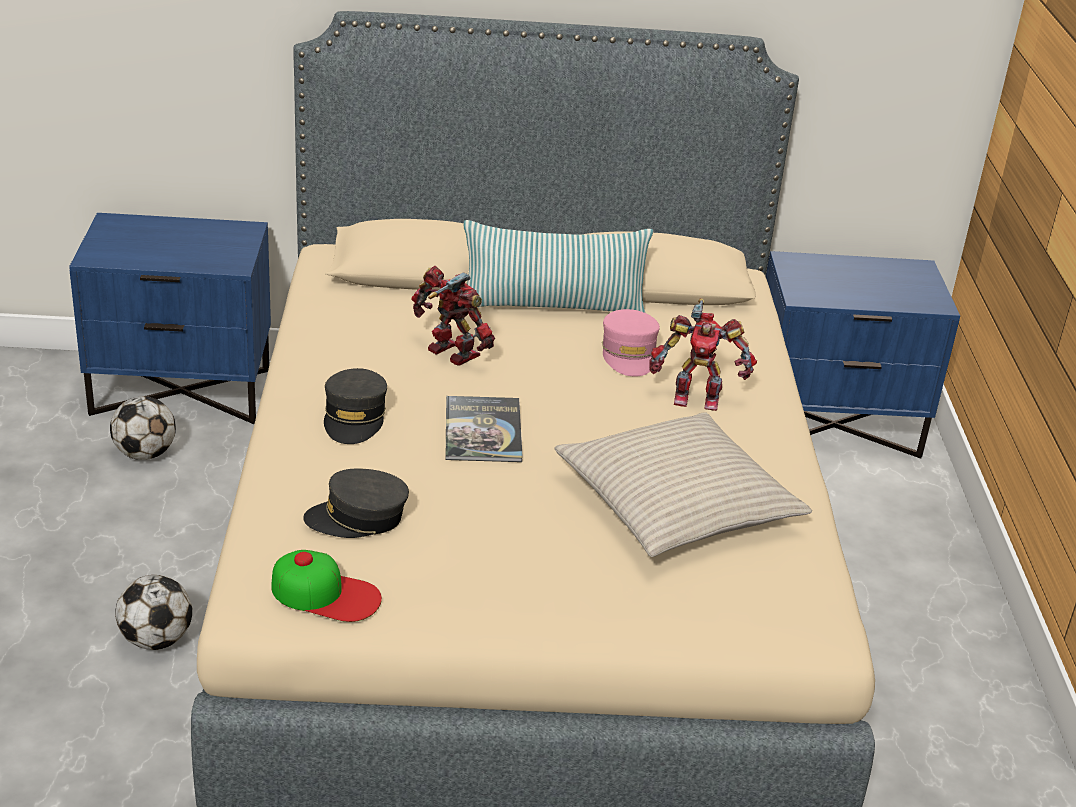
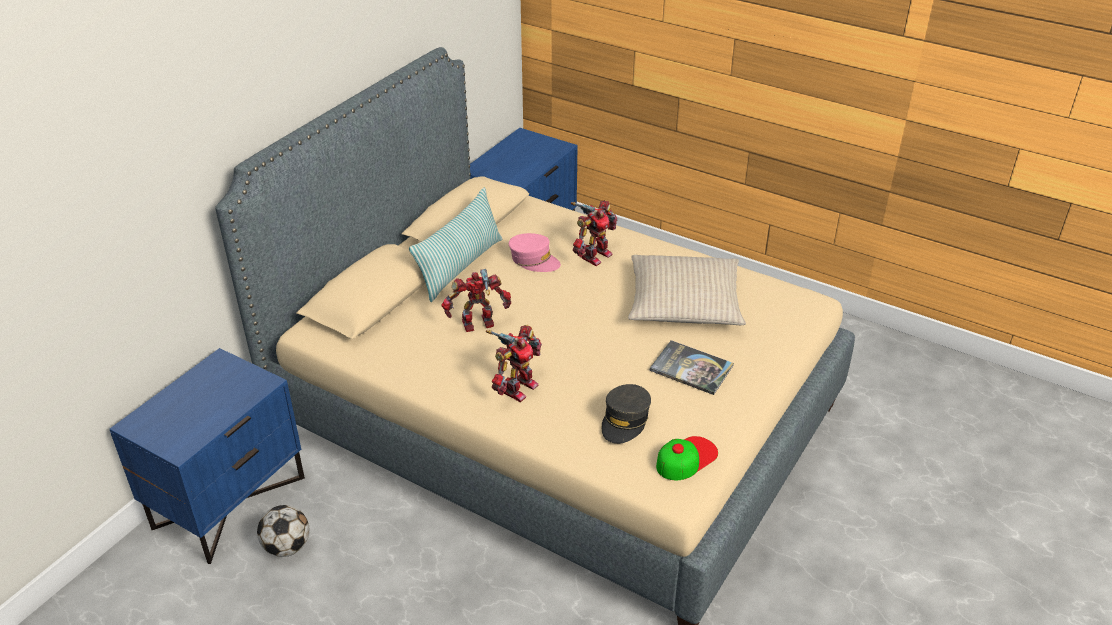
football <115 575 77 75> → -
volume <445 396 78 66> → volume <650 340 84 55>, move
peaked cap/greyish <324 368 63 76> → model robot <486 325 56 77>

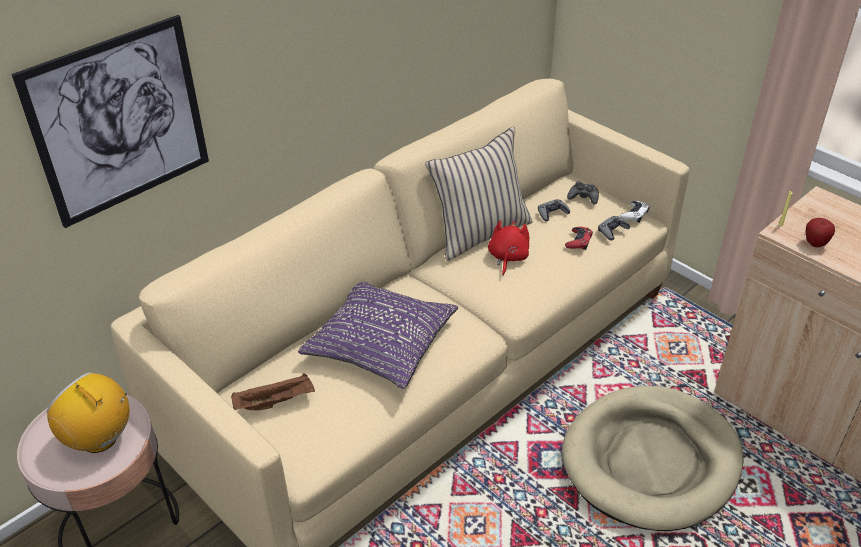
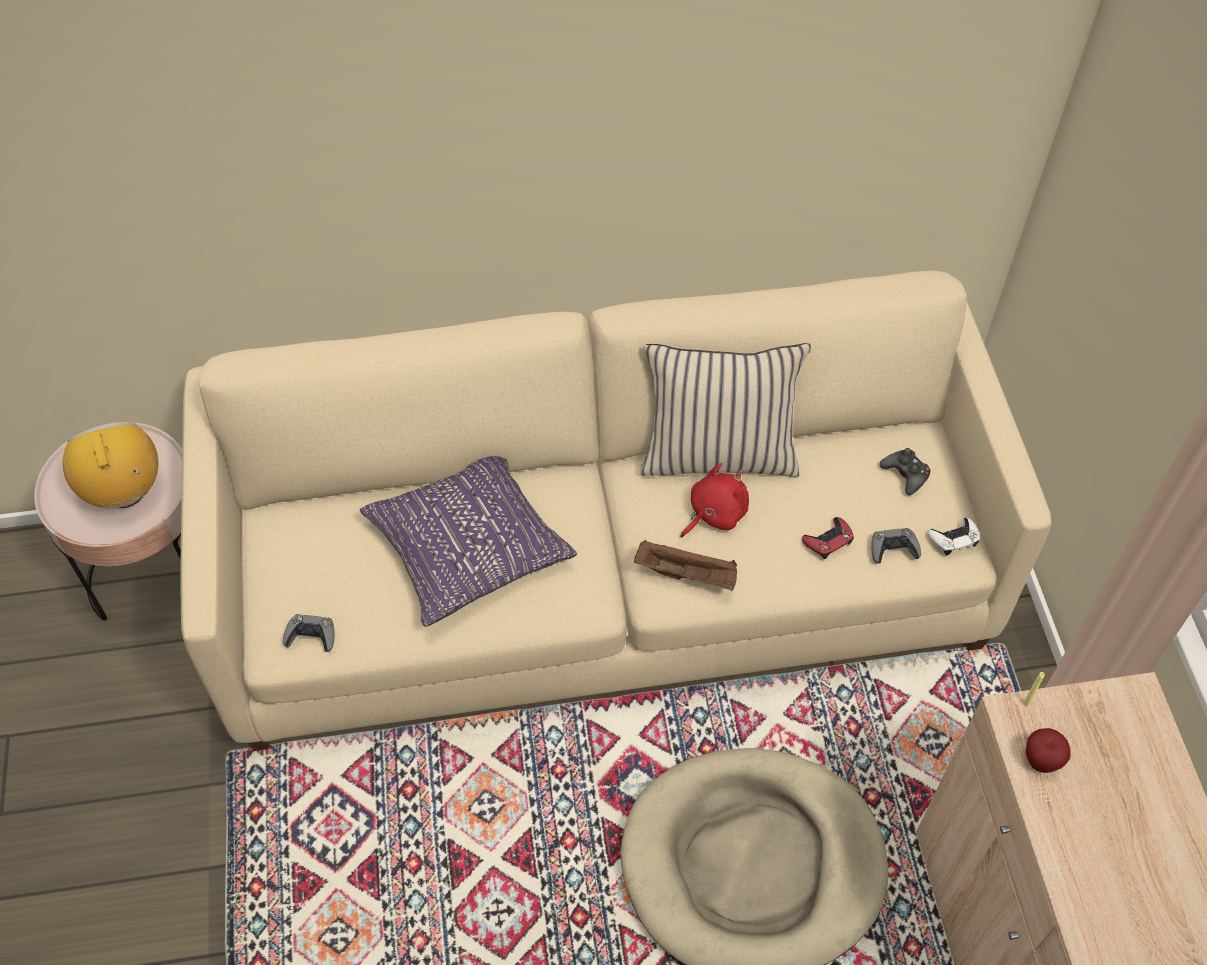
wall art <12 15 197 213> → -
serving tray/brown-coloured <231 373 84 37> → serving tray/brown-coloured <634 540 103 51>, move
gamepad/greyish <538 199 32 23> → gamepad/greyish <283 614 51 38>, move

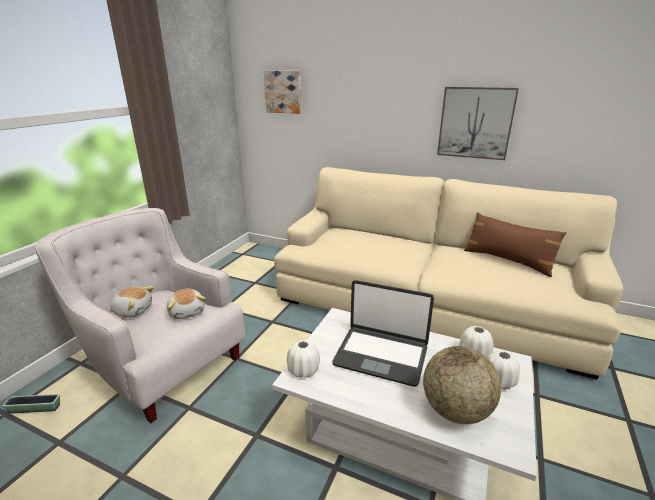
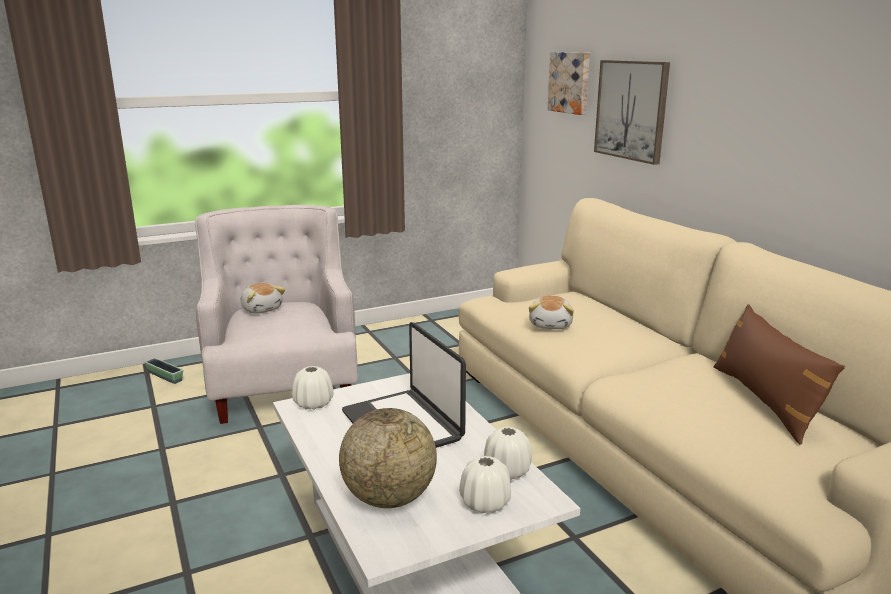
soft toy <167 289 38 30> → soft toy <529 296 45 33>, move
wall art <437 87 82 73> → wall art <594 60 76 105>, move

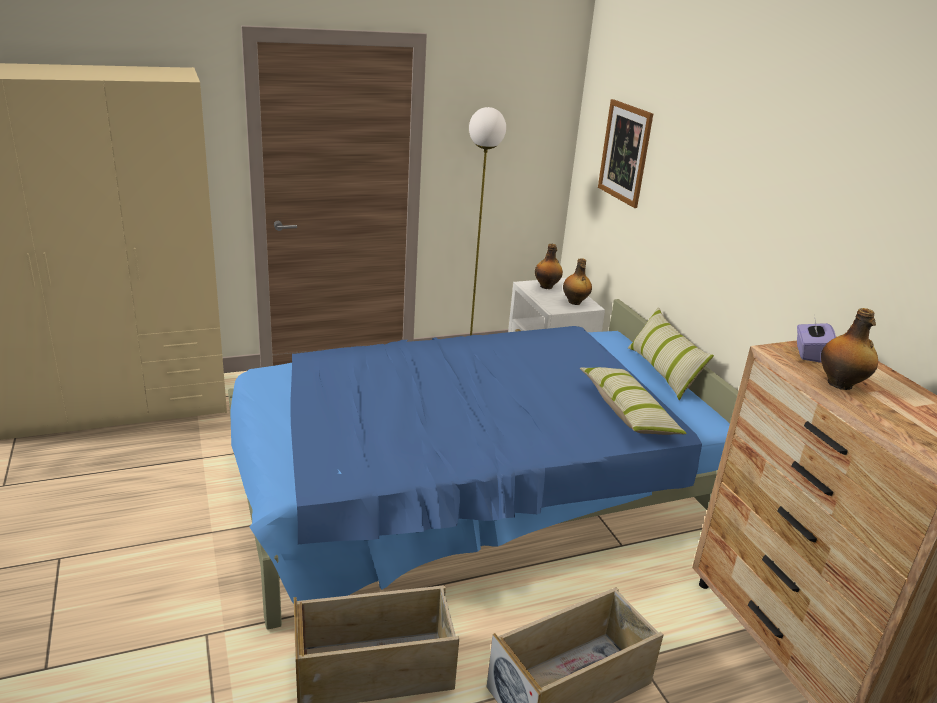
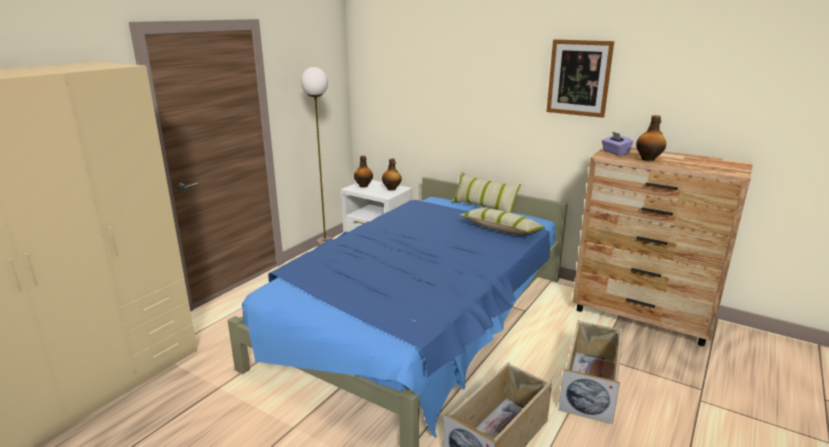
wall art <598 99 55 109> → wall art <547 39 67 79>, move

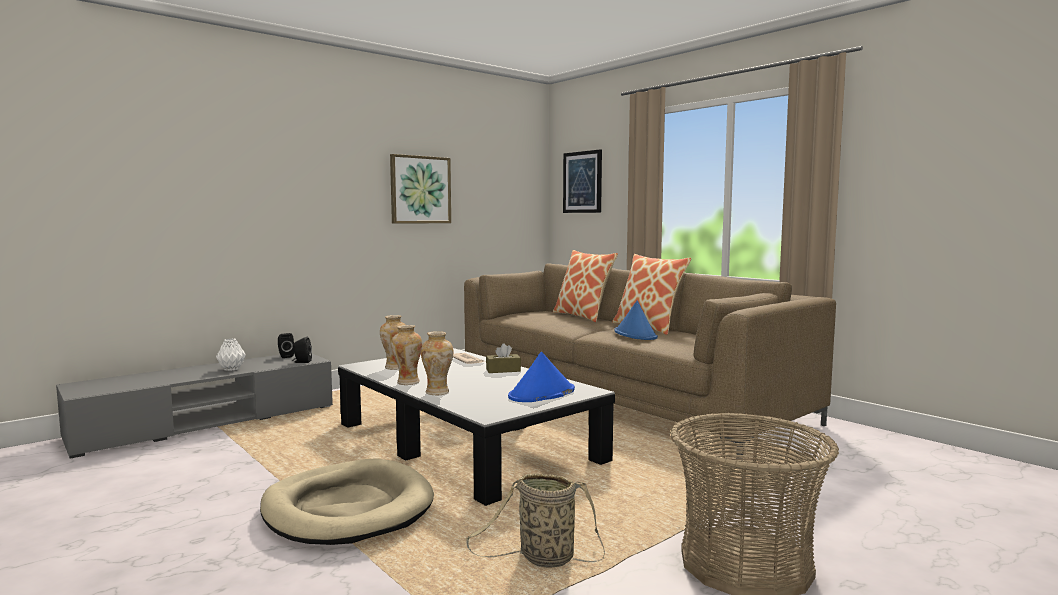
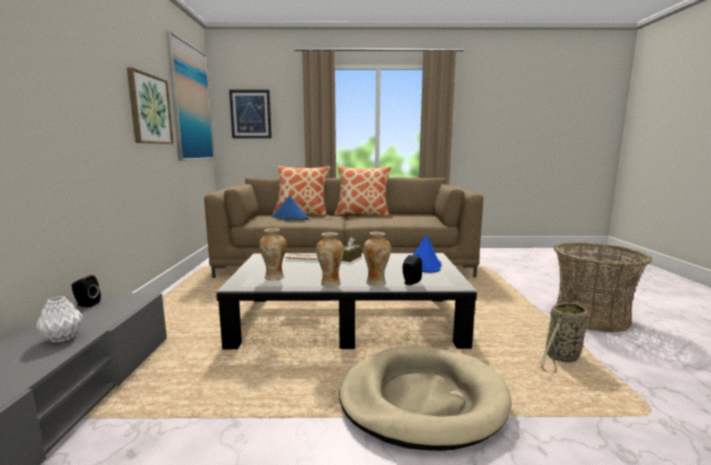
- → wall art <166 31 49 130>
audio speaker/black-coloured <293 337 19 26> → audio speaker/black-coloured <403 255 19 30>, move
wearable hat/blue-coloured <614 301 44 39> → wearable hat/blue-coloured <271 196 38 24>, move

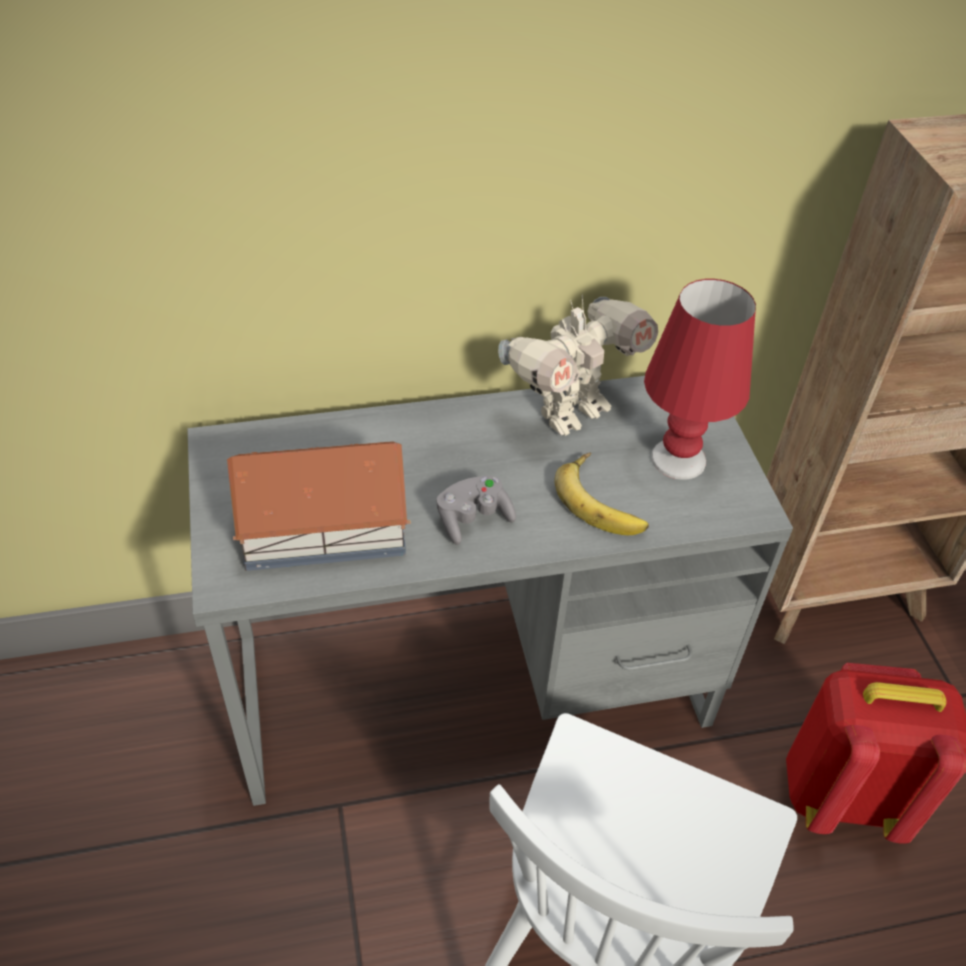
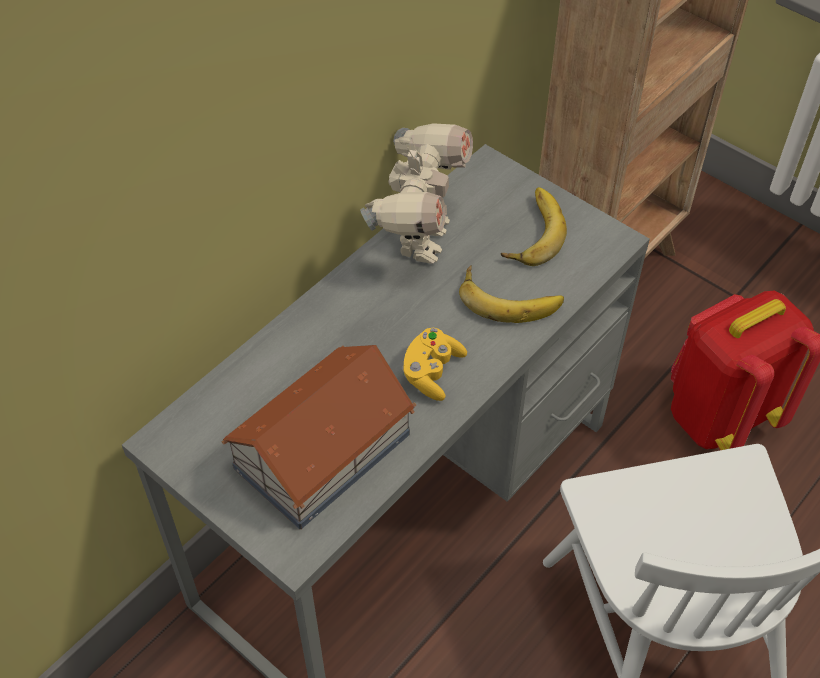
table lamp/red <644 279 112 201> → whole banana <501 187 66 79>
gamepad/greyish <436 475 80 70> → gamepad/yellow <402 328 65 73>

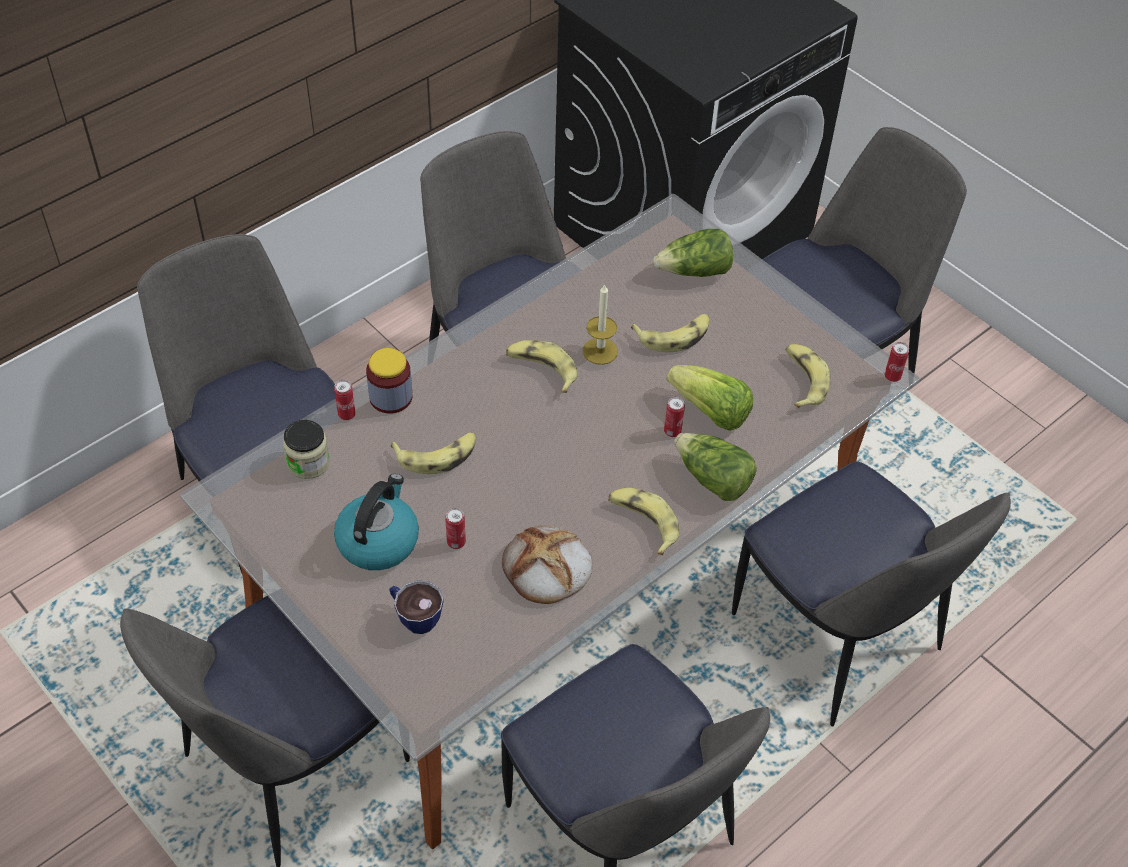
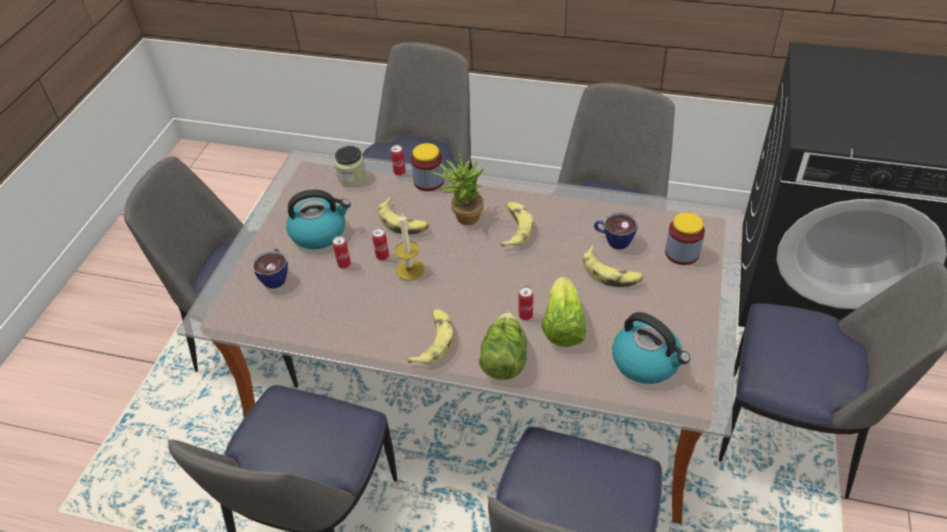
bakery bread <502 525 90 79> → -
- → houseplant <431 151 54 74>
- → small cup <594 212 44 37>
wax candle <583 283 35 82> → wax candle <395 214 29 67>, move
metal can <884 342 25 40> → metal can <372 228 17 32>, move
lettuce head <653 229 80 48> → preserve jar <665 212 40 53>
whole banana <785 344 45 64> → water kettle <612 312 78 72>

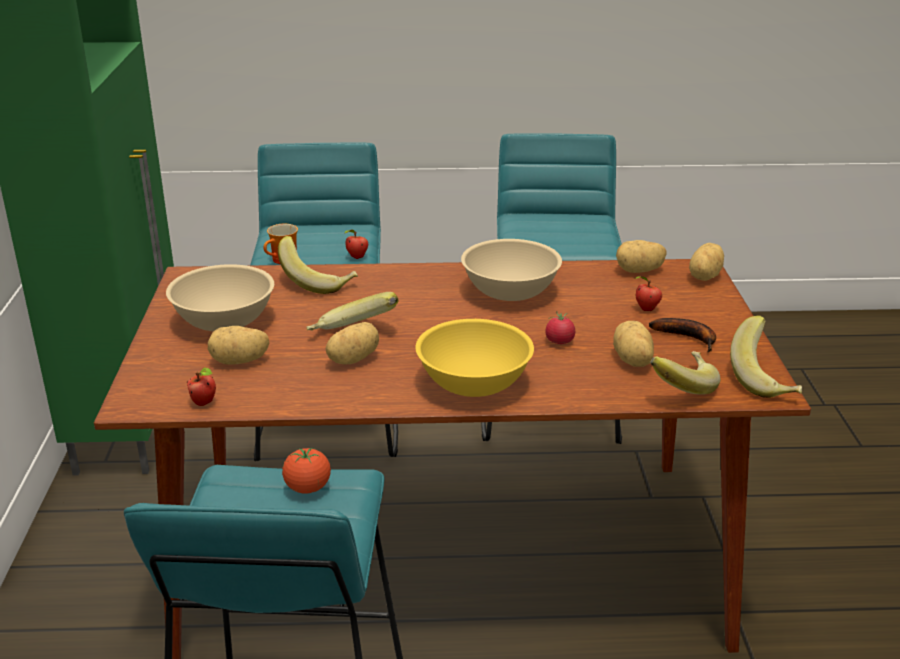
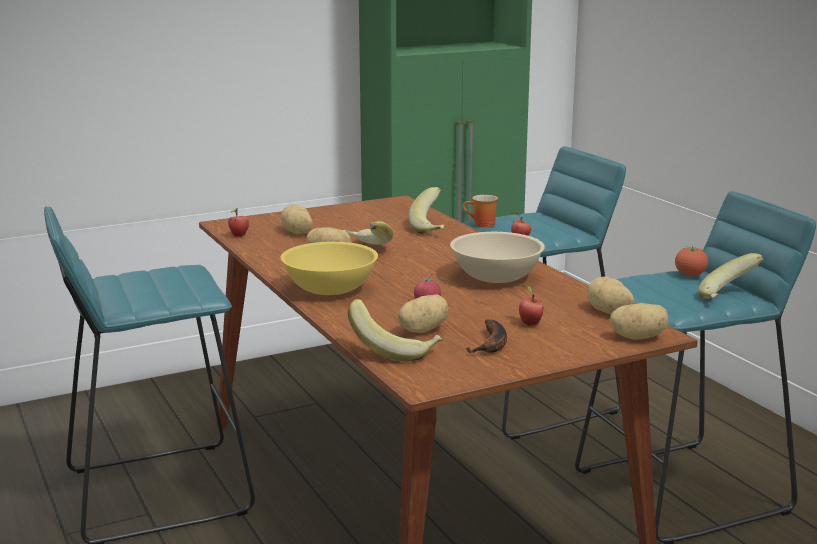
serving bowl/beige-coloured <166 264 108 67> → -
fresh tomato <282 448 49 46> → fresh tomato <675 246 33 30>, move
whole banana <730 315 72 83> → whole banana <698 253 65 46>, move

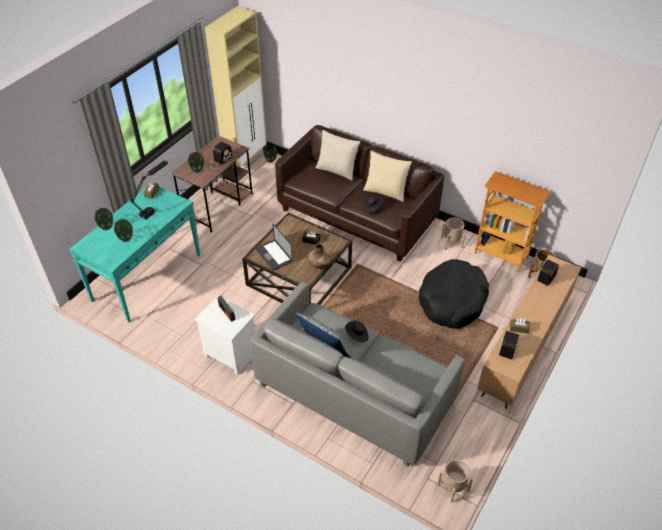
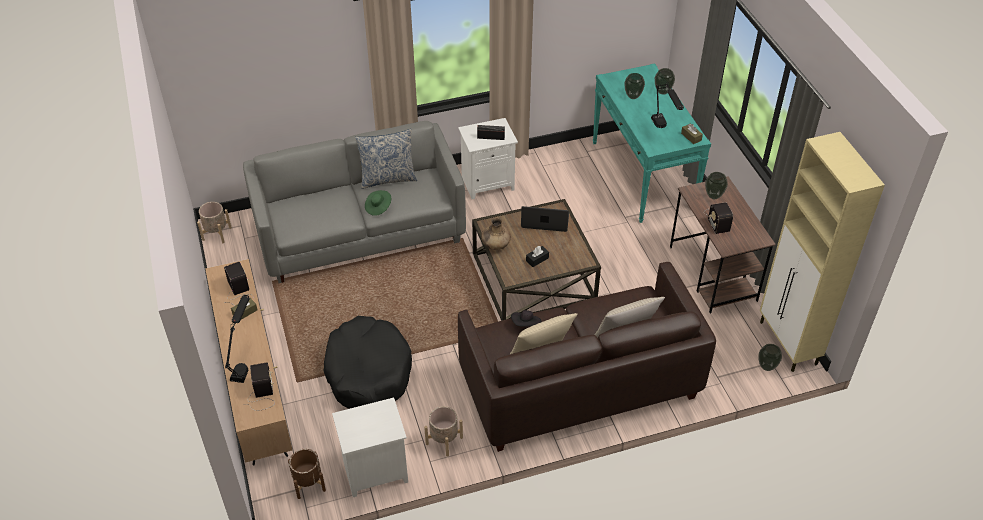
- → table lamp/black-coloured <225 295 25 88>
bookcase <474 171 77 101> → nightstand/white-coloured <332 398 76 99>
wearable hat/black-coloured <345 320 23 22> → wearable hat/greenish <365 190 26 26>

